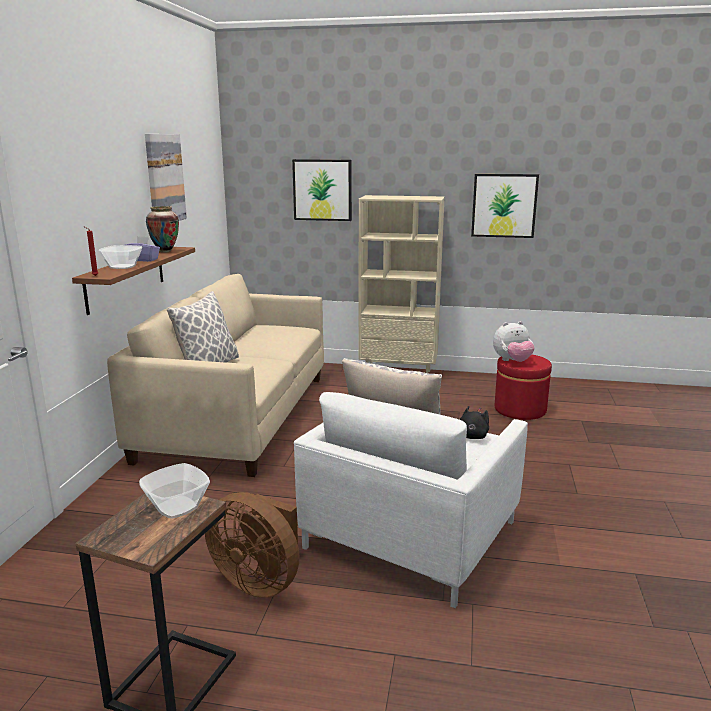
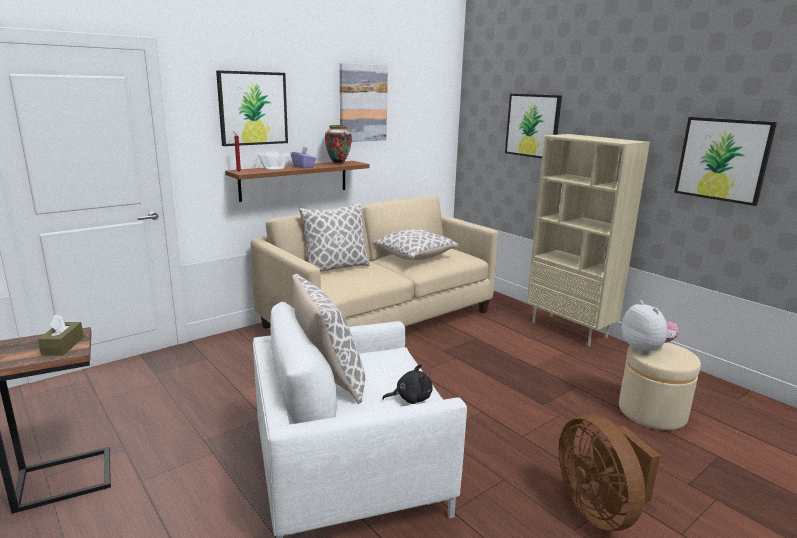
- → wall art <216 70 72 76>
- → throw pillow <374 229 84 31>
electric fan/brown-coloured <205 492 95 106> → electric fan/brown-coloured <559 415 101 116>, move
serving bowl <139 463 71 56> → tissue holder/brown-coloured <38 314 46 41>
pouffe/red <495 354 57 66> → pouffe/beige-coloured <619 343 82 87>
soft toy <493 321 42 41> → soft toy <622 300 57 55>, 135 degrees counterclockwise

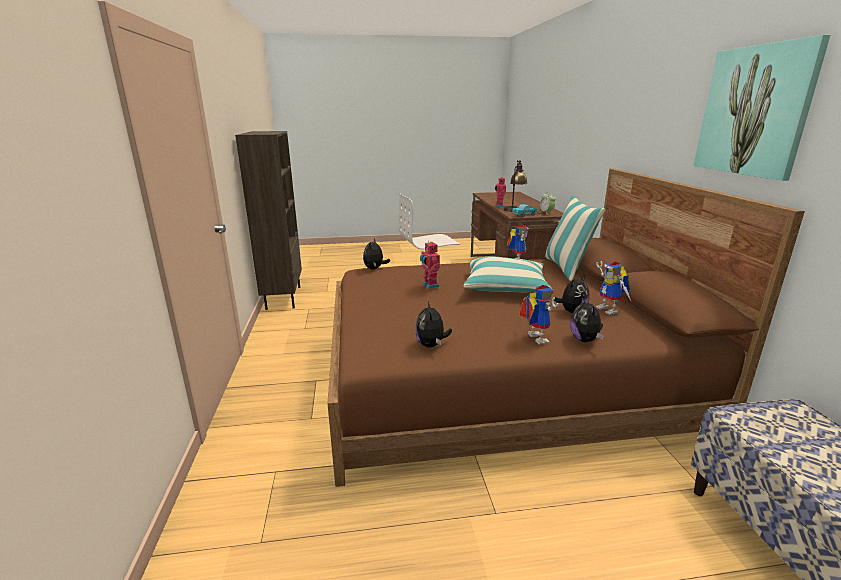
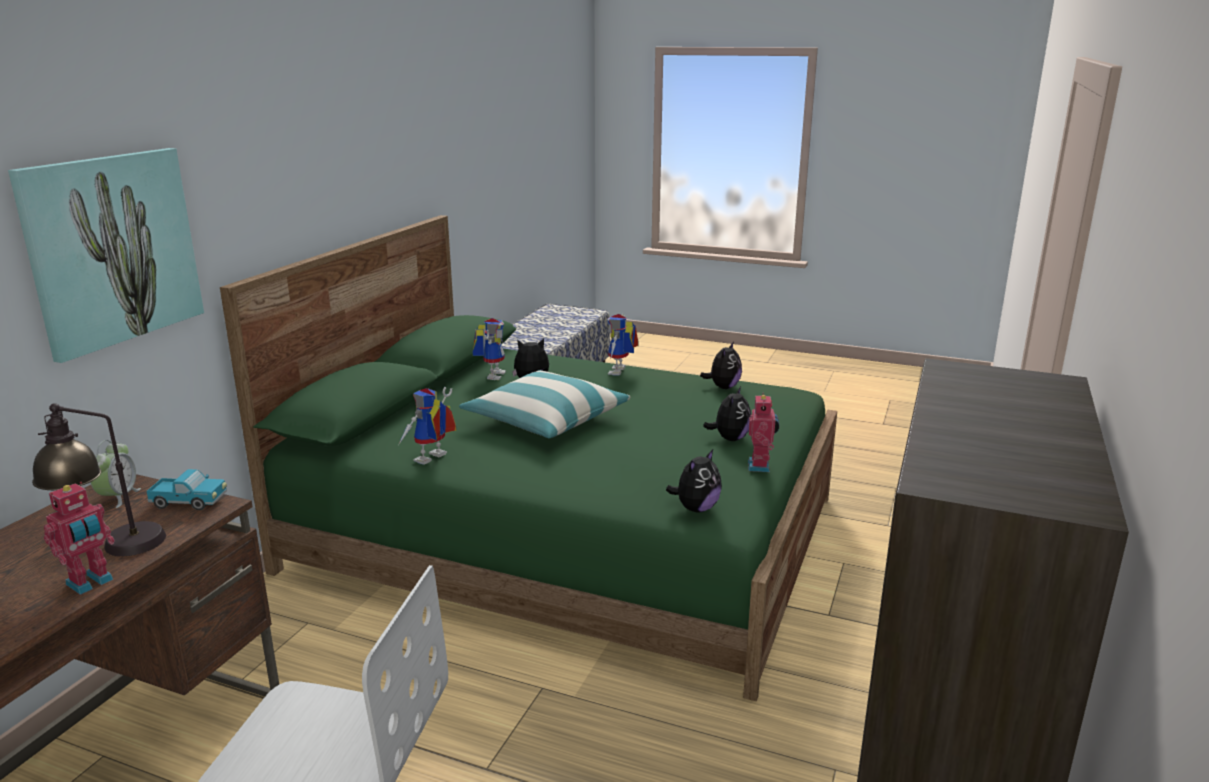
throw pillow <545 195 61 86> → -
model robot <420 241 20 48> → model robot <748 393 31 79>, move
soft toy <570 297 34 45> → soft toy <703 386 48 55>, move
wall art <694 35 136 146> → wall art <8 148 196 215>, move
bed/brown-coloured <327 169 478 318> → bed/greenish <220 215 617 486>

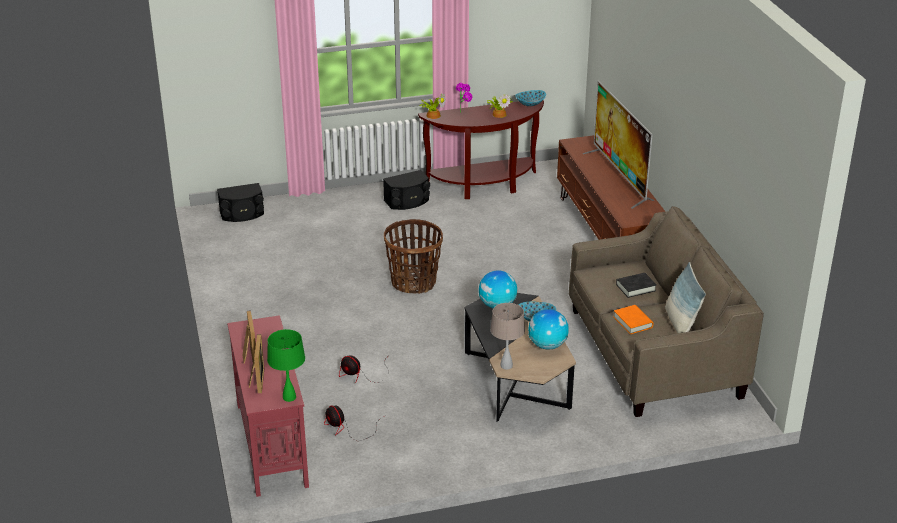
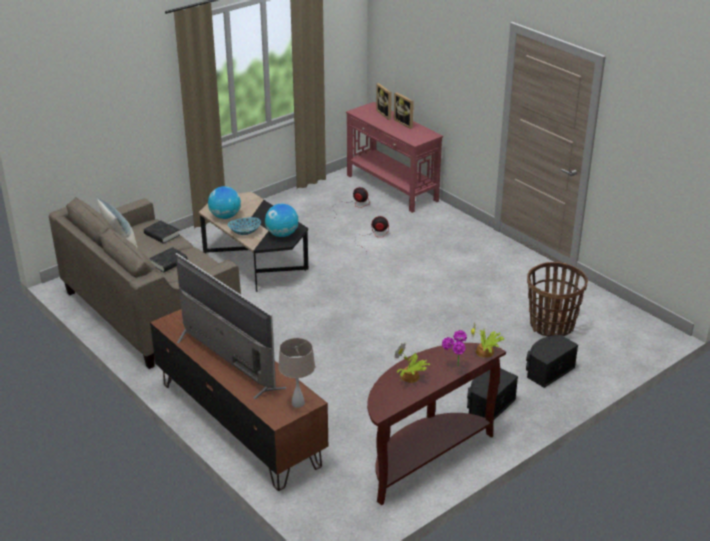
table lamp/greenish <267 329 38 73> → -
serving bowl <515 90 31 16> → -
audio speaker/black-coloured <217 183 47 39> → audio speaker/black-coloured <526 335 52 53>, move
household basket <384 219 59 75> → household basket <527 262 61 74>, move
table lamp/beige-coloured <490 303 35 67> → table lamp/beige-coloured <278 338 37 70>, move
volume/orangey <613 305 40 29> → volume/black-coloured <144 220 35 24>

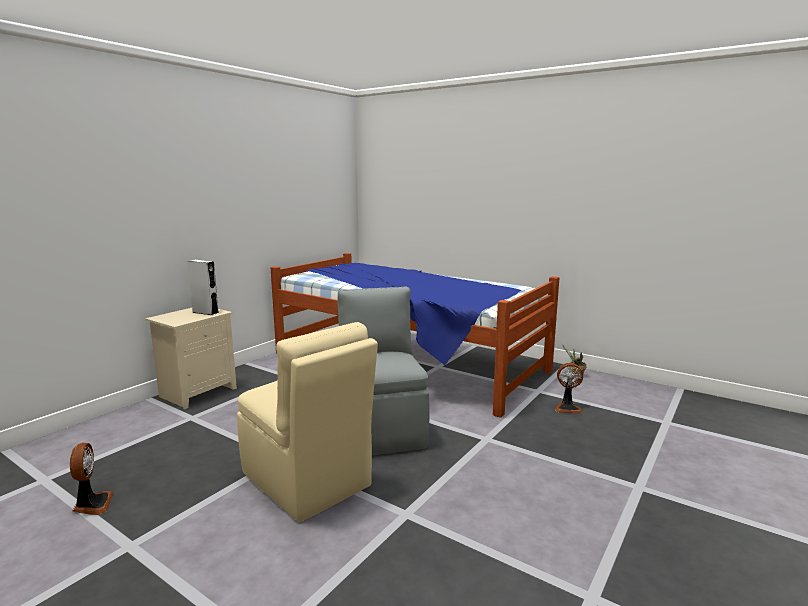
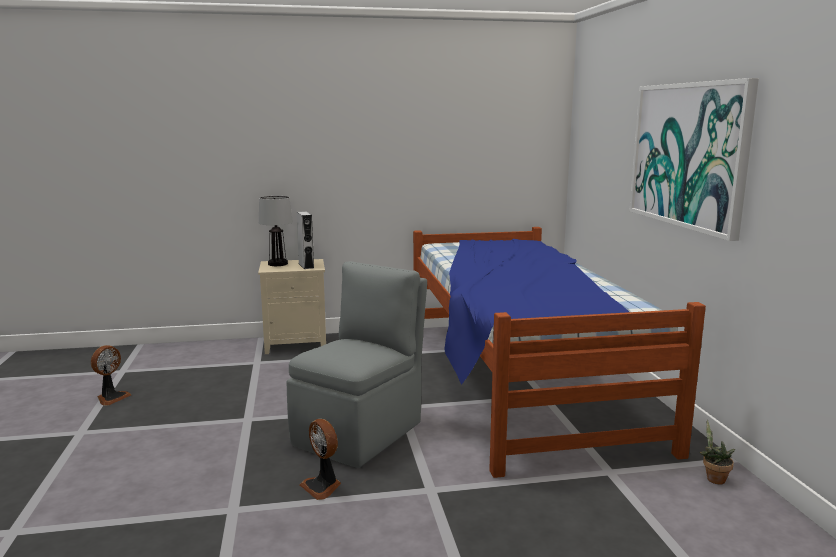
chair/beige-coloured <237 322 141 200> → -
- → table lamp <259 196 34 70>
- → wall art <629 78 130 163>
electric fan <555 363 28 50> → electric fan <300 419 41 81>, move

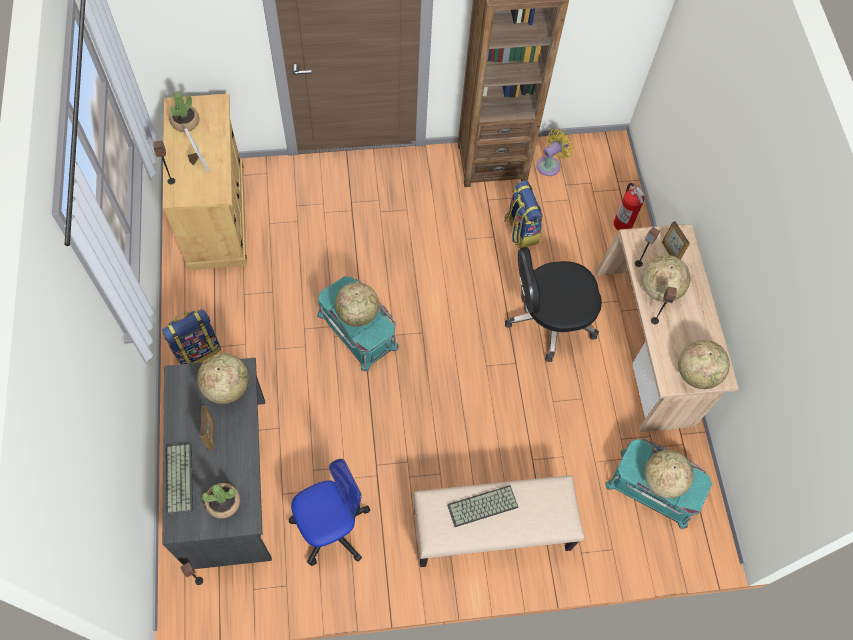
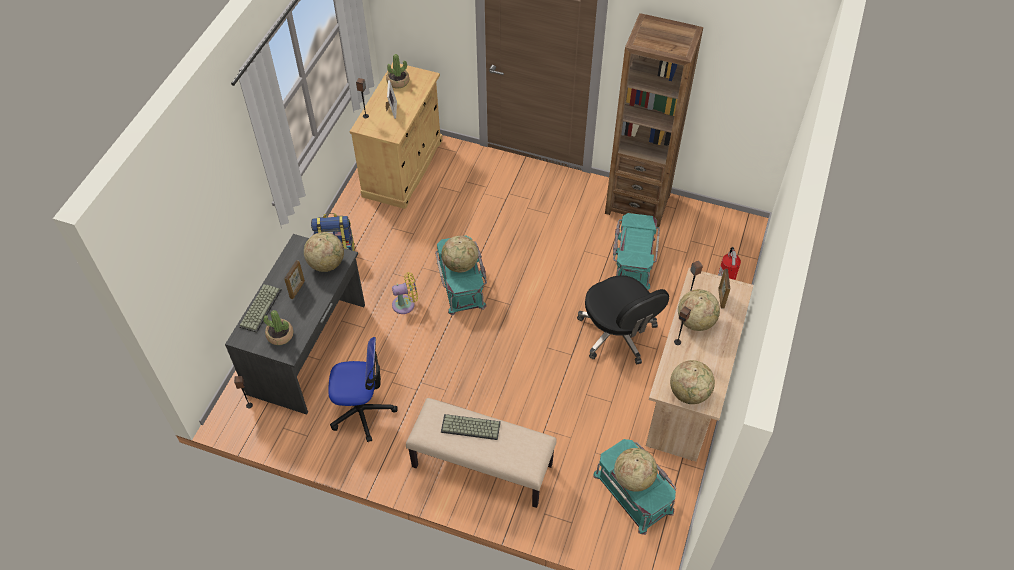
electric fan/yellow <537 129 37 47> → electric fan/yellow <392 272 26 42>, move
backpack <504 180 39 68> → storage container/turquoise <613 213 47 77>
desk chair/black-coloured <505 247 97 115> → desk chair/black-coloured <577 275 92 89>, 135 degrees counterclockwise

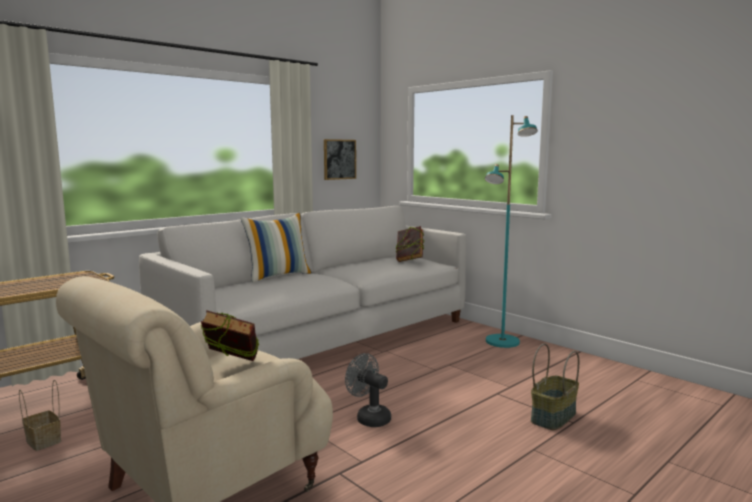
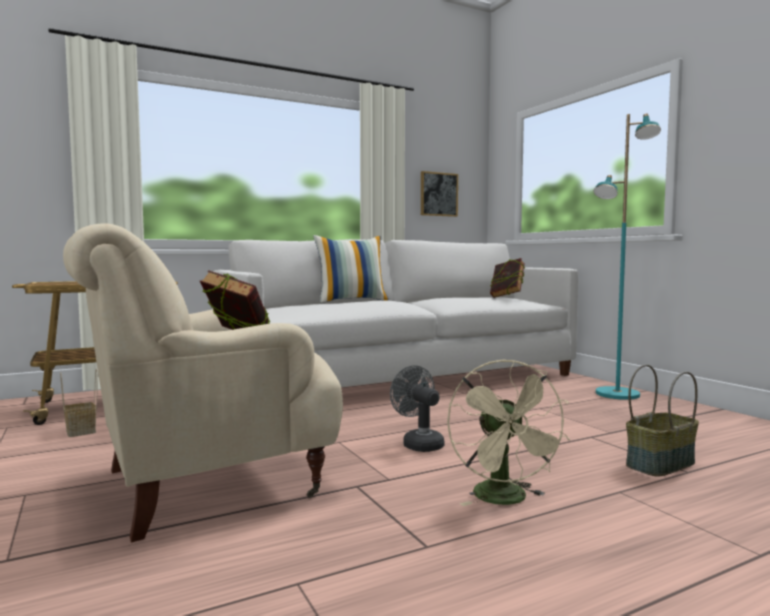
- → electric fan/beige-coloured <447 359 123 147>

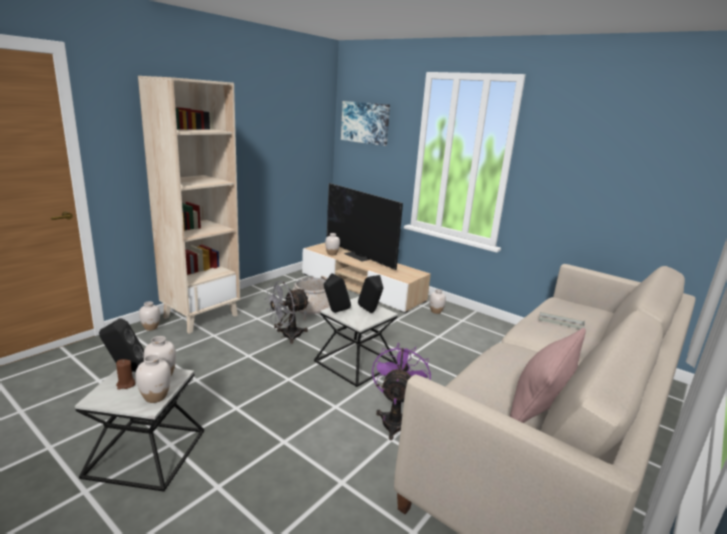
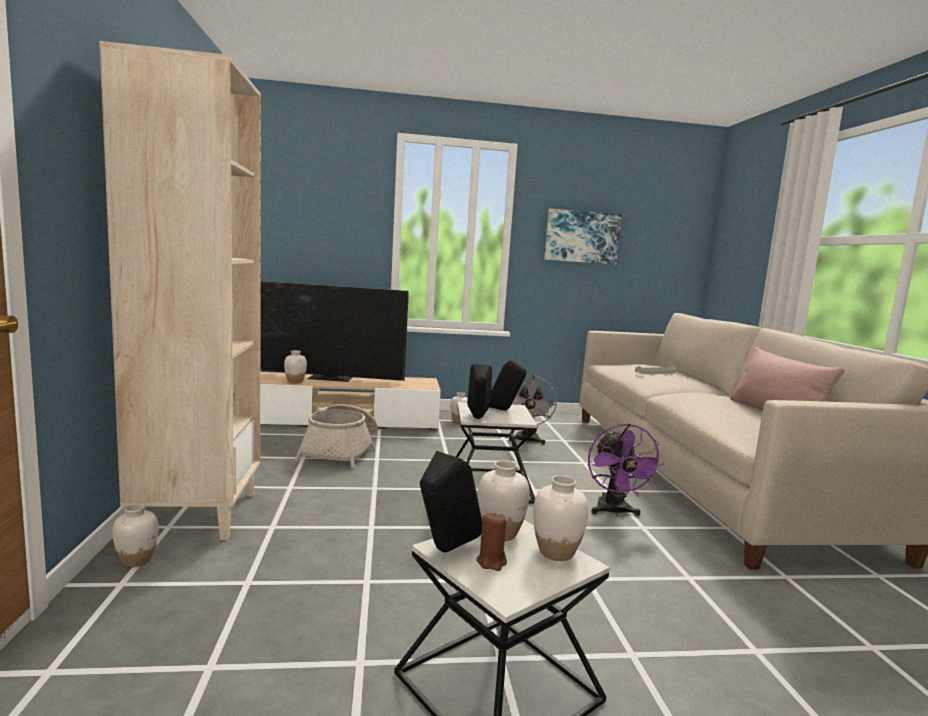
electric fan/greyish <264 281 46 63> → electric fan/greyish <509 375 48 70>, move
wall art <341 101 49 45> → wall art <544 209 78 55>, move
electric fan/purple-coloured <372 343 59 97> → electric fan/purple-coloured <588 423 77 94>, 150 degrees counterclockwise

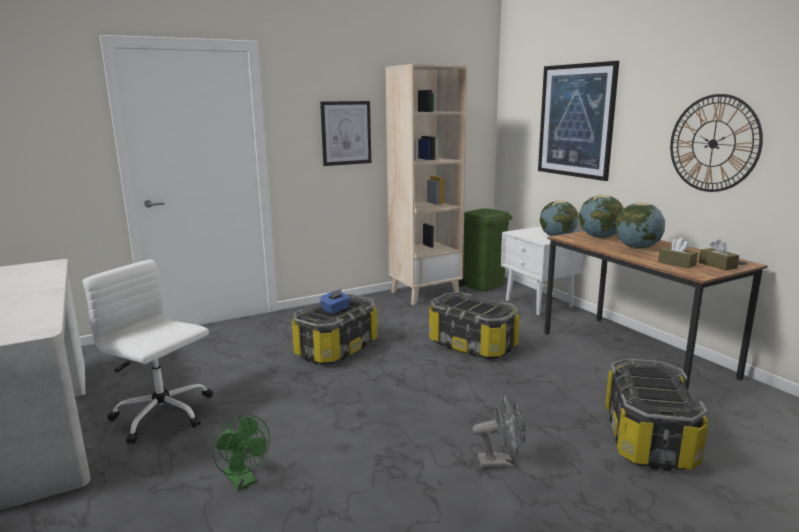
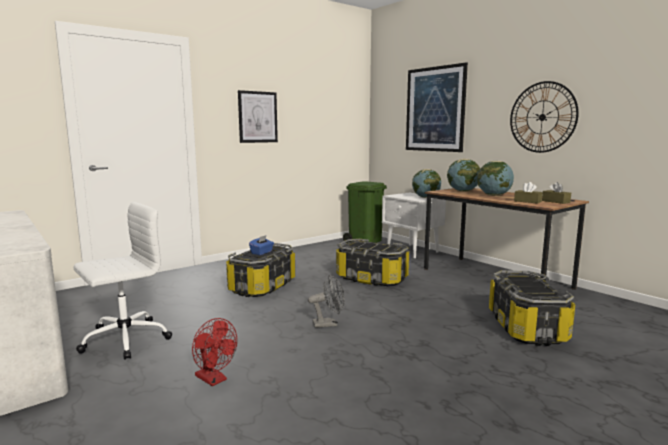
bookcase/beige-coloured <385 64 83 241> → -
electric fan/greyish <473 395 53 73> → electric fan/greyish <308 275 37 53>, move
electric fan/greenish <212 415 58 76> → electric fan/red <192 318 45 68>
desk chair/white-coloured <83 259 130 185> → desk chair/white-coloured <74 202 98 158>, 120 degrees clockwise

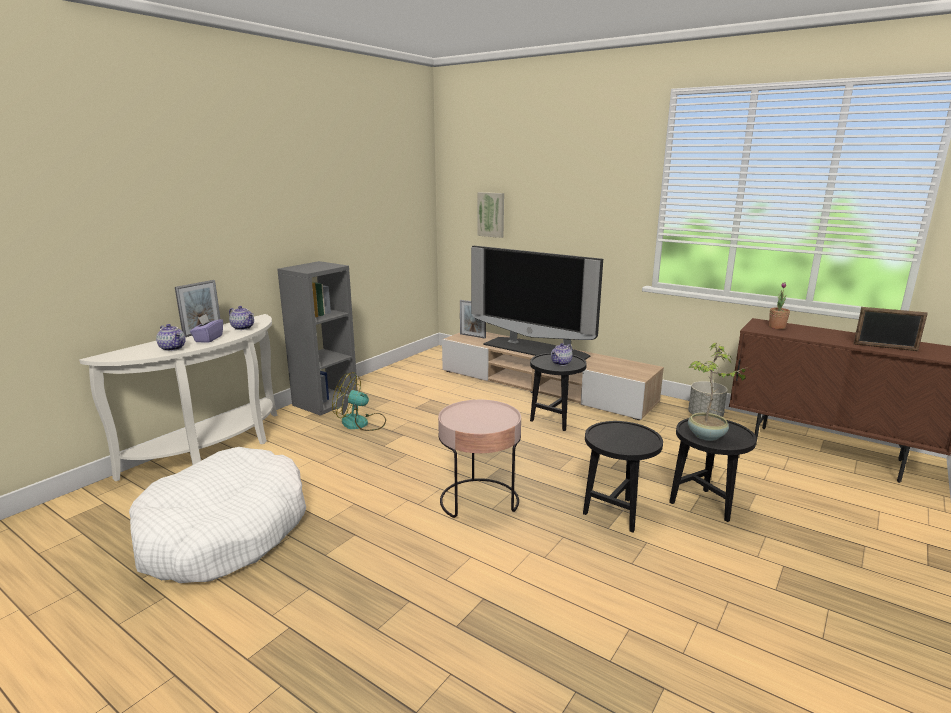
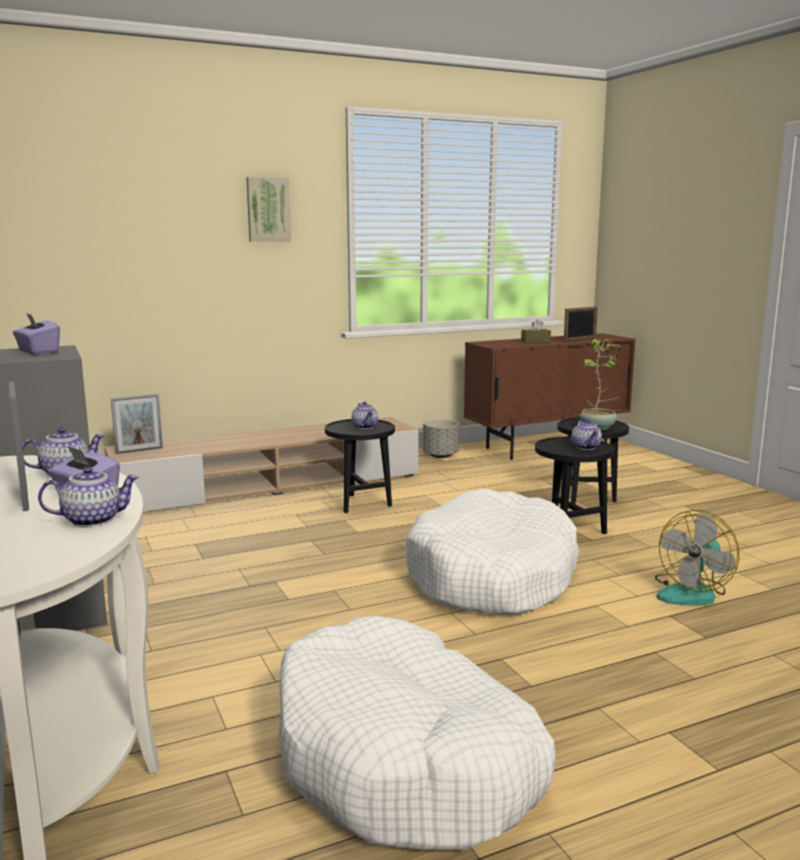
TV <471 246 132 114> → -
houseplant <769 282 21 47> → -
- → tissue holder/purple-coloured <13 313 47 41>
- → tissue holder/brown-coloured <521 319 30 24>
- → teapot <571 419 31 31>
electric fan <332 372 54 59> → electric fan <655 510 85 96>, move
wall art <478 192 26 46> → wall art <246 177 45 65>, move
accent table/pinkish <438 400 83 118> → dog cushion/white-coloured <405 488 174 127>

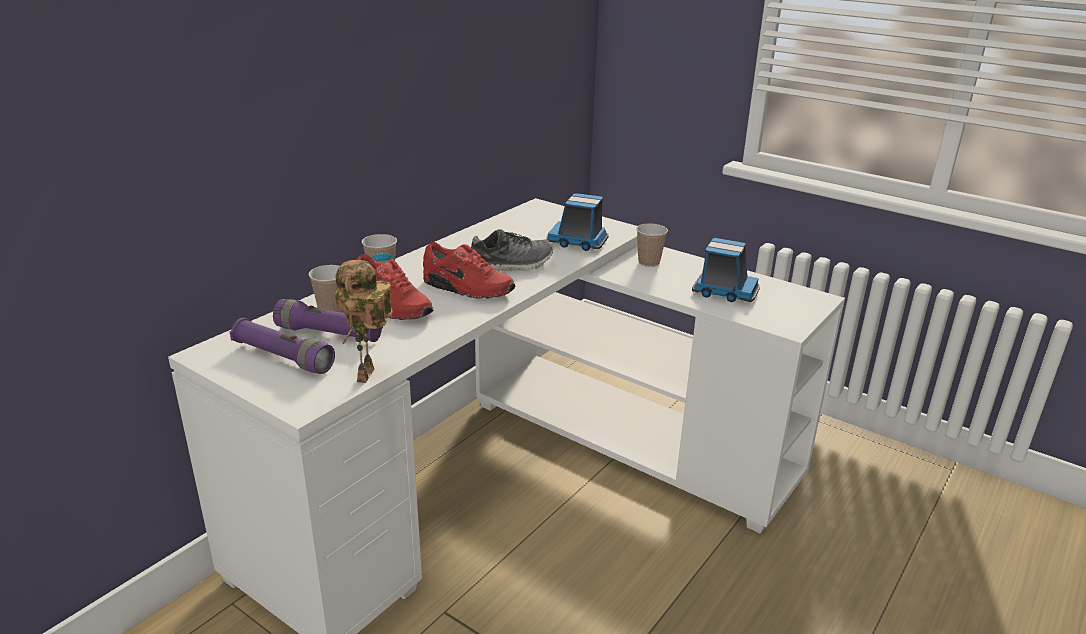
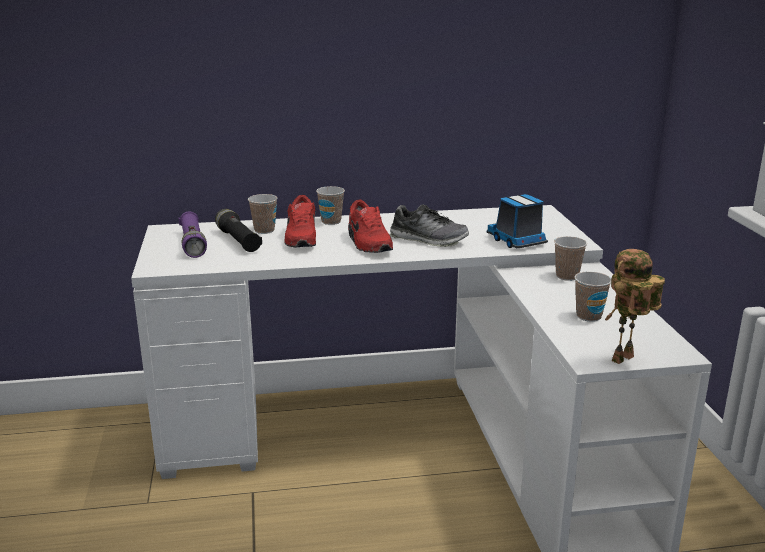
model robot <335 260 58 123> → model robot <605 249 60 115>, move
toy truck <692 238 68 64> → small cup <574 272 37 50>
hand torch/purple-coloured <273 299 110 43> → hand torch/black-coloured <215 209 47 43>

